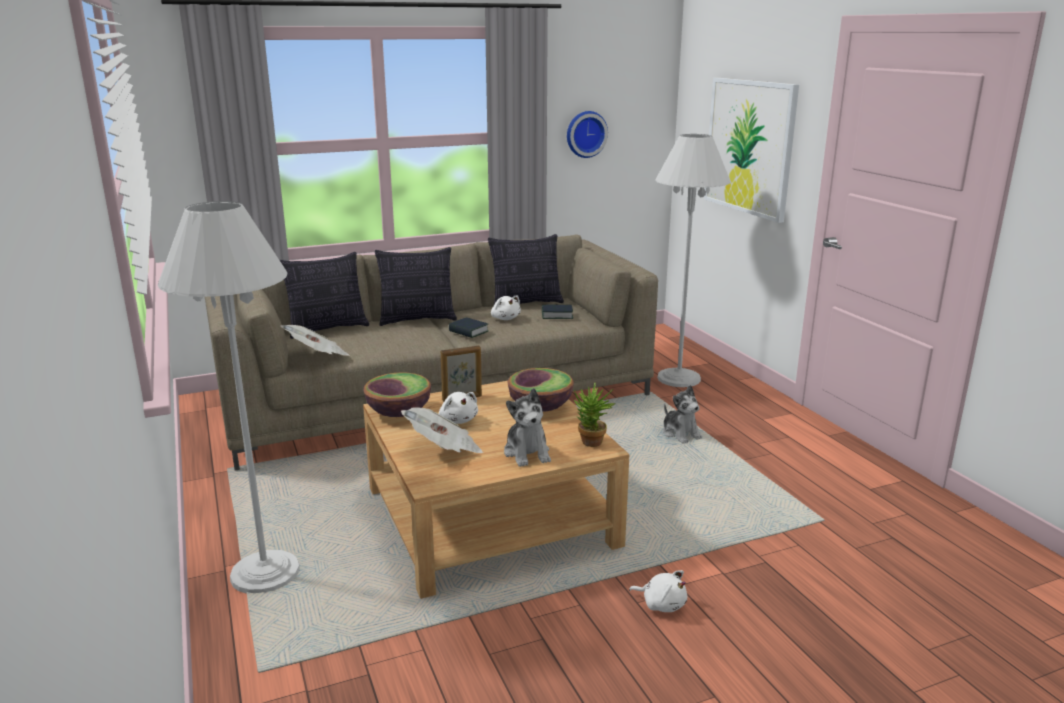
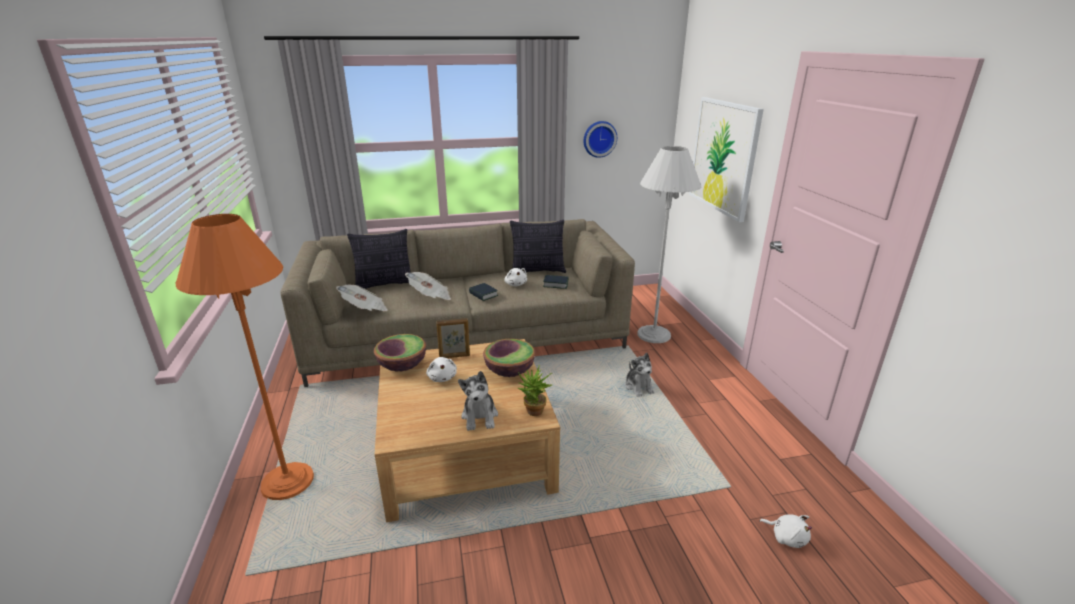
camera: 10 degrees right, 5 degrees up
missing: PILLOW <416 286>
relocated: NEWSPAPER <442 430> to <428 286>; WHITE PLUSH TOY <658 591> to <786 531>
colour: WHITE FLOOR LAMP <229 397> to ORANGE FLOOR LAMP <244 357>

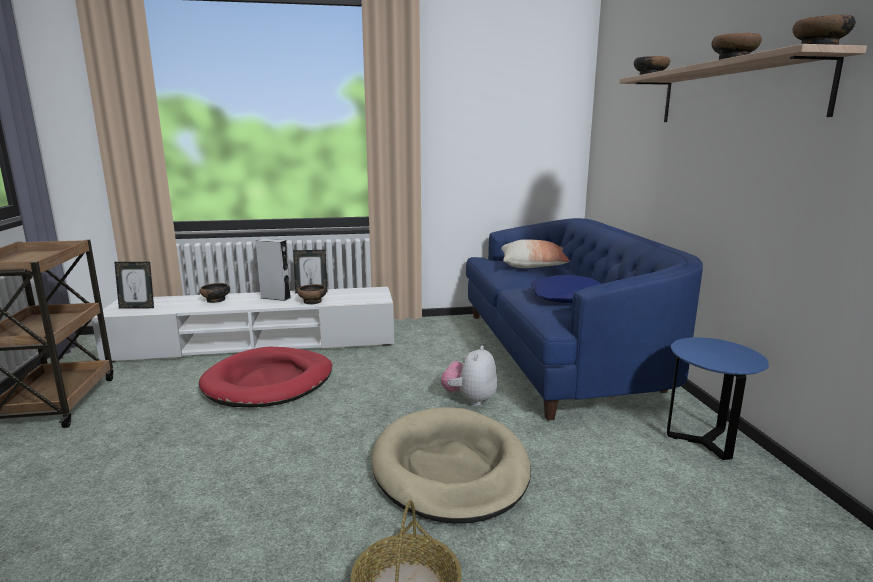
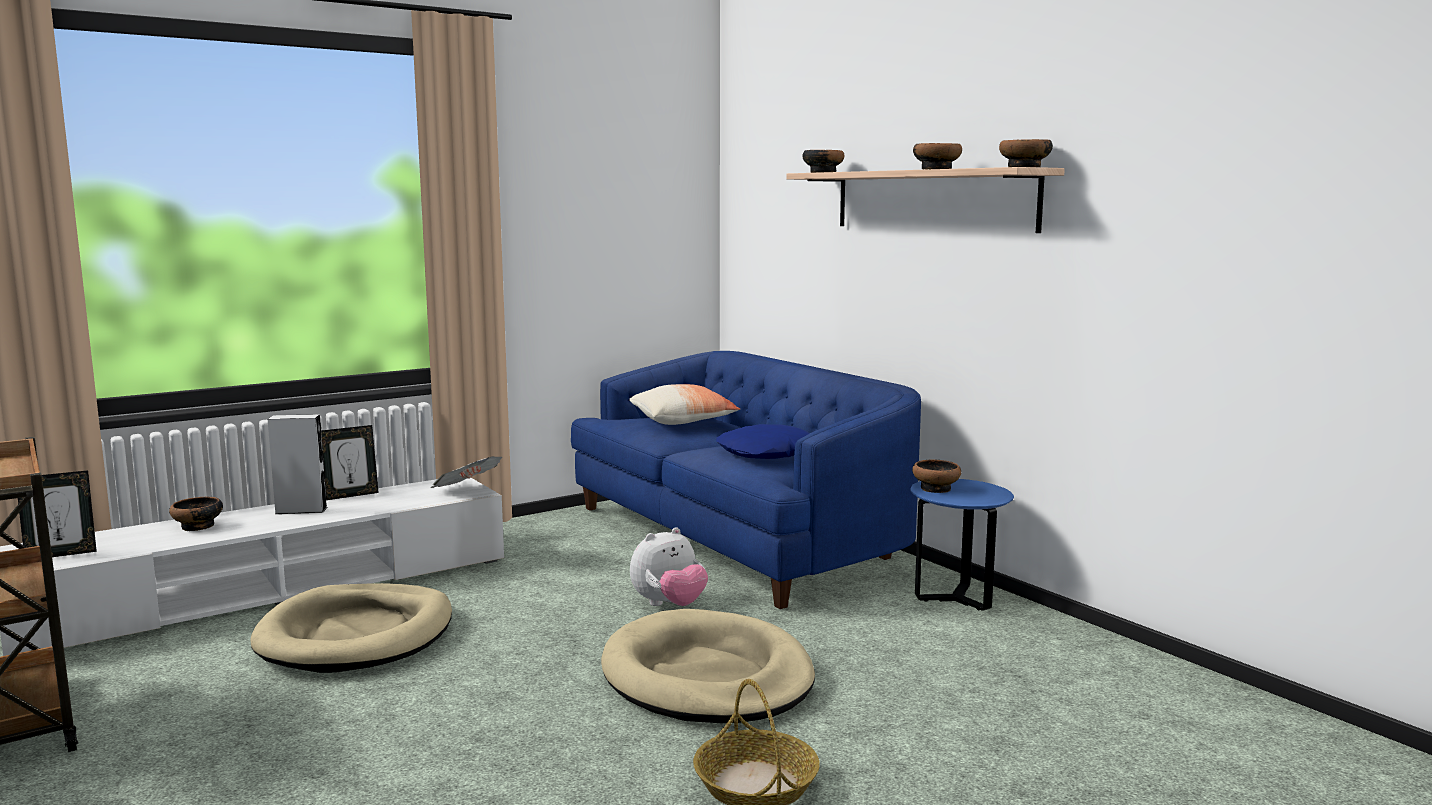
camera: 25 degrees left, 5 degrees down
appeared: NEWSPAPER <466 472>
relocated: BOWL <312 294> to <936 476>
colour: RED DOG BED <265 377> to BEIGE DOG BED <351 628>
spun: PLUSH TOY <469 376> = <669 566> 120 degrees counterclockwise

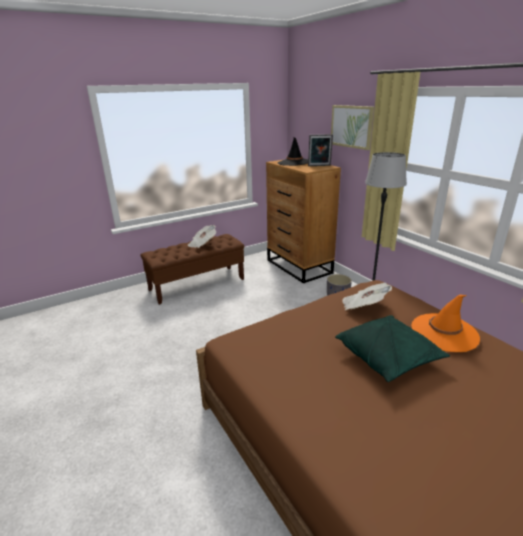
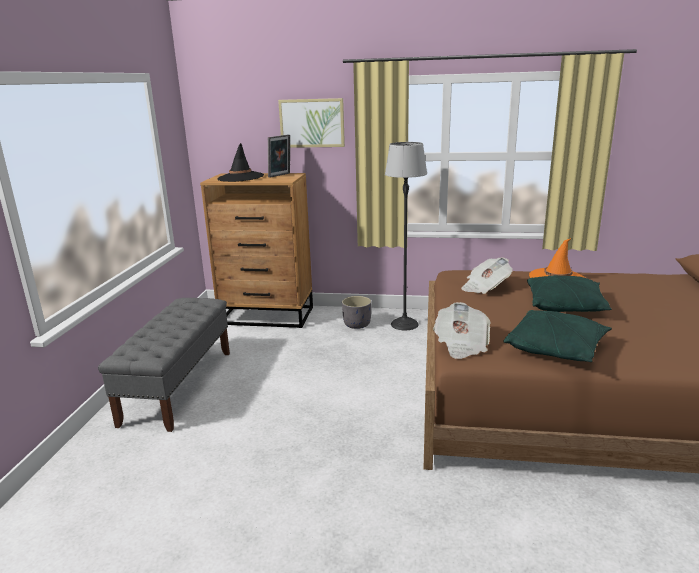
camera: 50 degrees left, 5 degrees down
appeared: GREEN PILLOW <557 336>
relocated: NEWSPAPER <202 236> to <462 330>
colour: BROWN BENCH <192 269> to GREY BENCH <164 365>

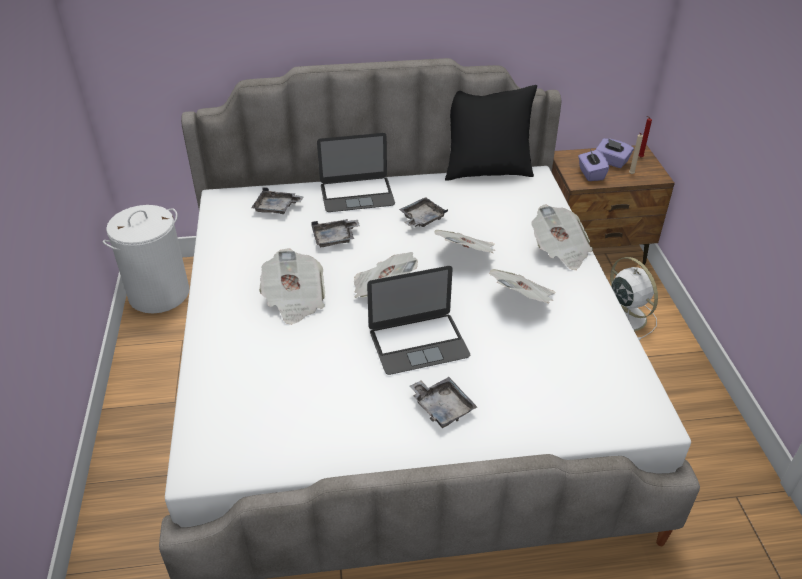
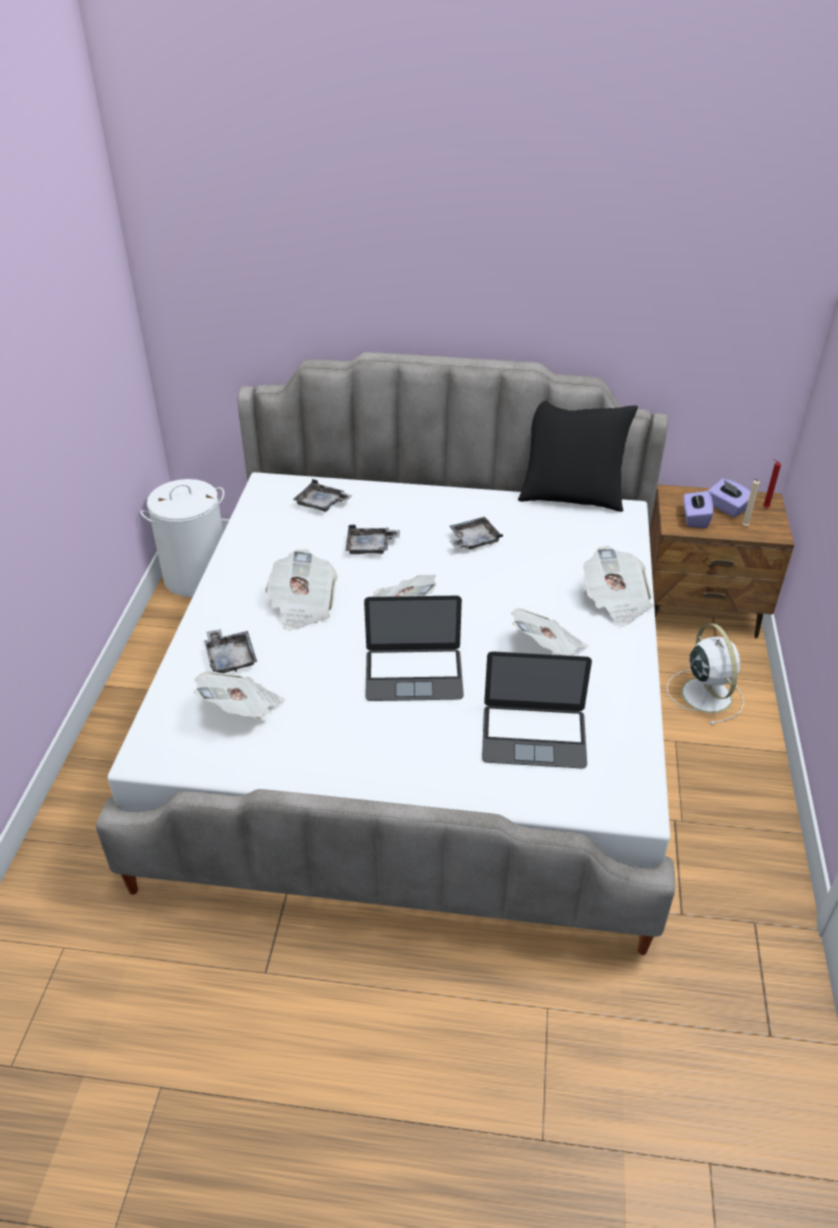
camera: 15 degrees right, 0 degrees up
relocated: LAPTOP <356 172> to <537 709>; NEWSPAPER <464 241> to <239 695>; GREY TRAY <443 402> to <230 651>

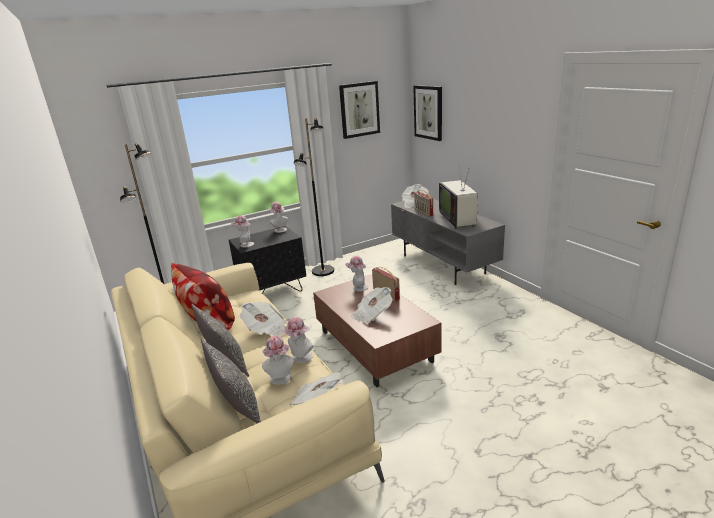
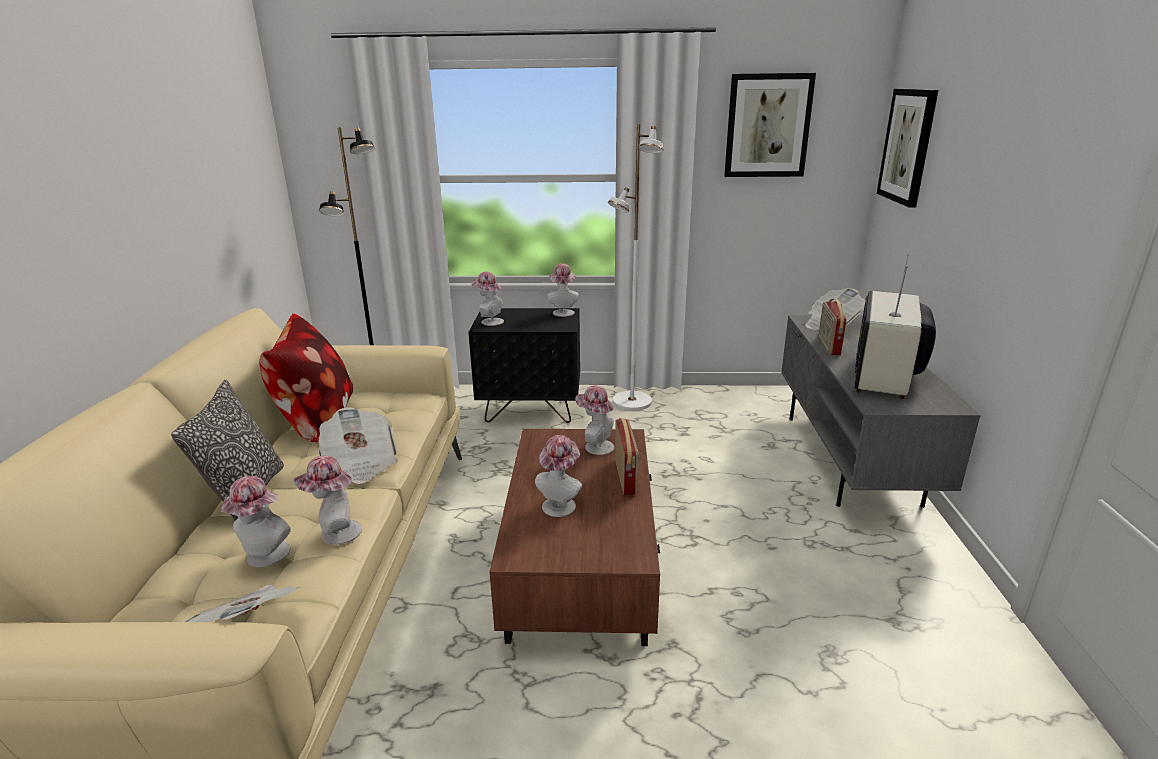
camera: 30 degrees right, 0 degrees up
missing: PILLOW <231 381>
exchanged: NEWSPAPER <372 305> to HAT <558 476>
colour: BLACK FLOOR LAMP <314 197> to WHITE FLOOR LAMP <635 267>

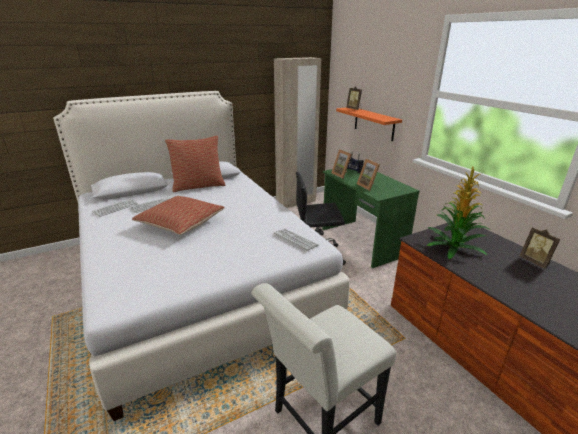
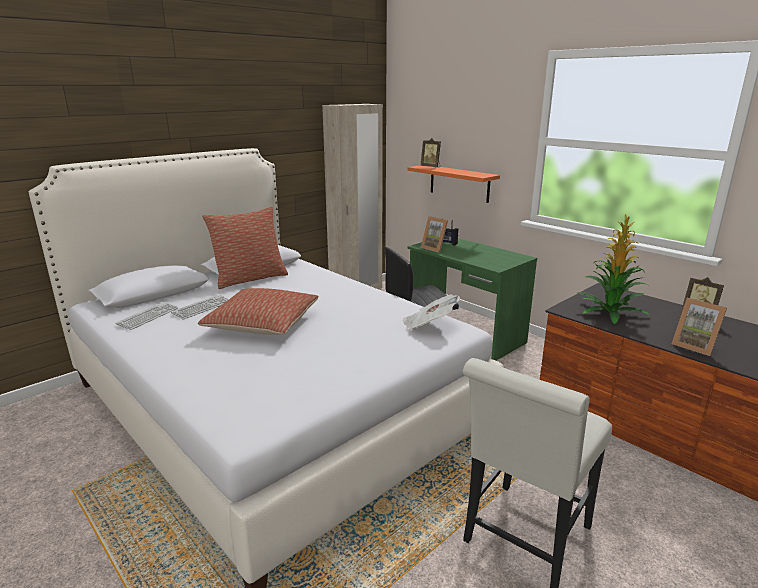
camera: 15 degrees left, 5 degrees down
relocated: PICTURE FRAME <368 175> to <699 327>
exchanged: KEYBOARD <296 239> to NEWSPAPER <431 312>

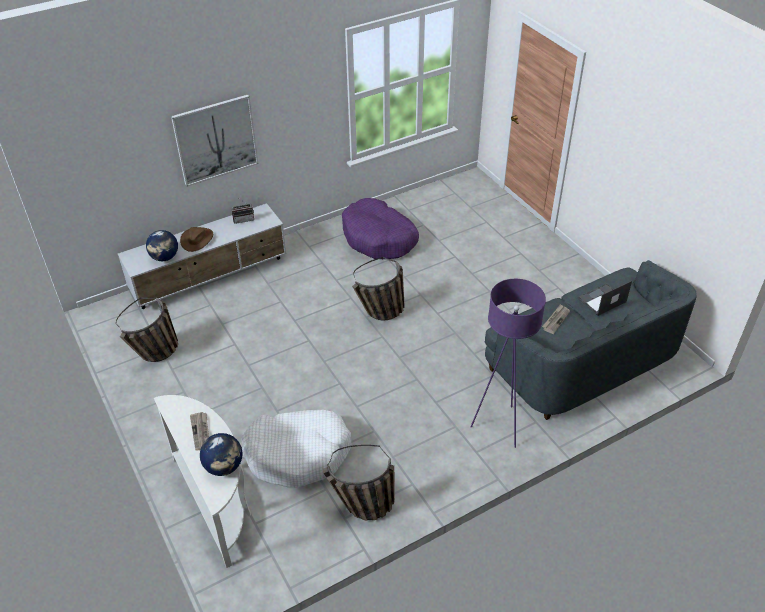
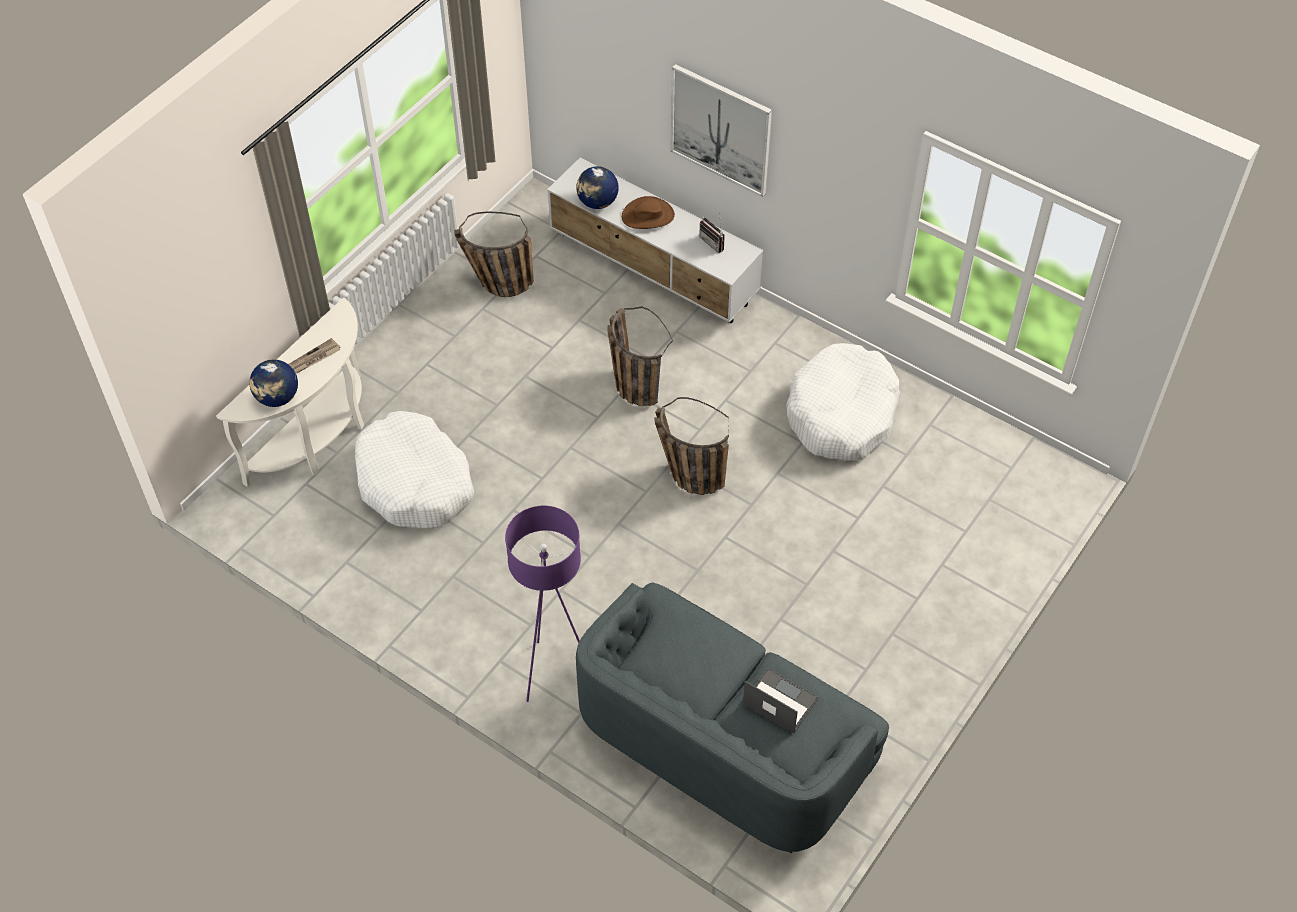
camera: 65 degrees right, 10 degrees up
missing: NEWSPAPER <556 319>
relocated: BASKET <359 483> to <640 356>
colour: PURPLE DOG BED <380 228> to WHITE DOG BED <843 402>

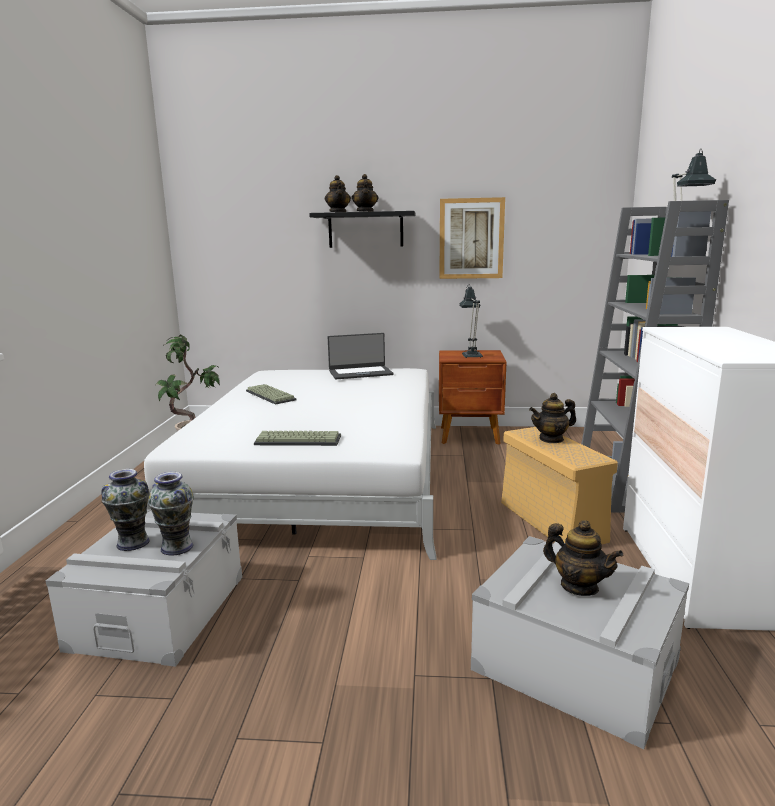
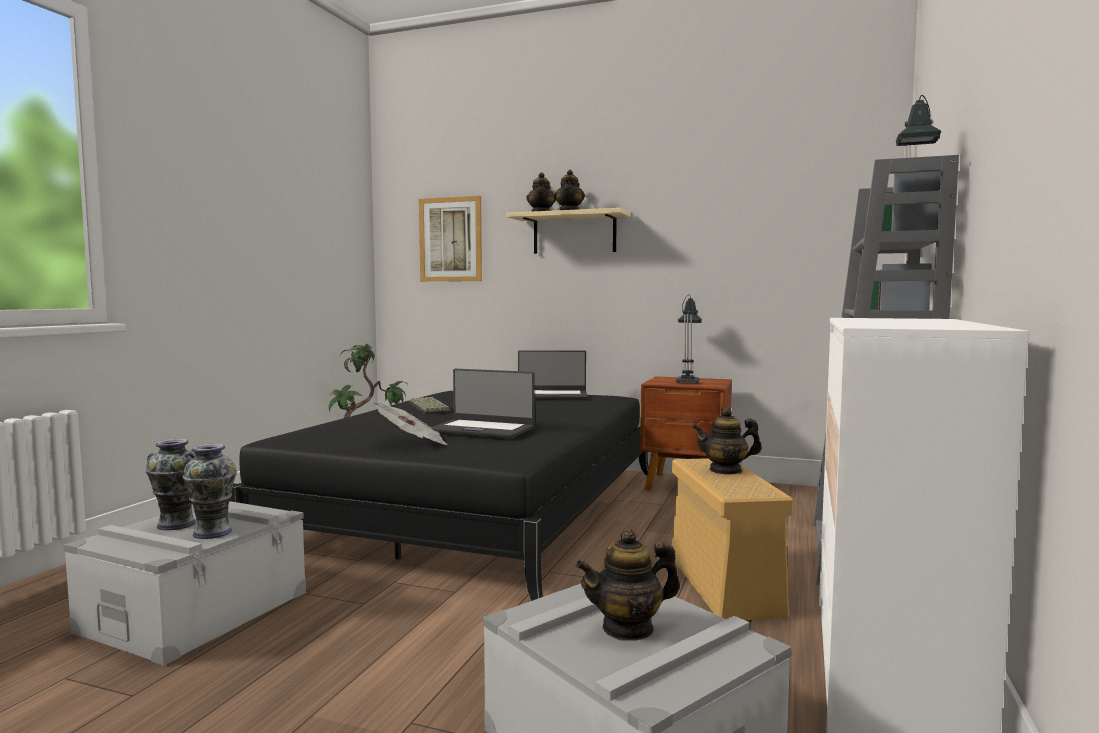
camera: 15 degrees right, 10 degrees down
appeared: LAPTOP <483 403>
relocated: PICTURE <472 238> to <450 239>
exchanged: KEYBOARD <297 438> to NEWSPAPER <409 423>
colour: BLACK SHELF <362 229> to BEIGE SHELF <569 231>; WHITE BED <290 464> to BLACK BED <439 496>
spun: TEAPOT <583 558> = <628 585> 105 degrees clockwise

